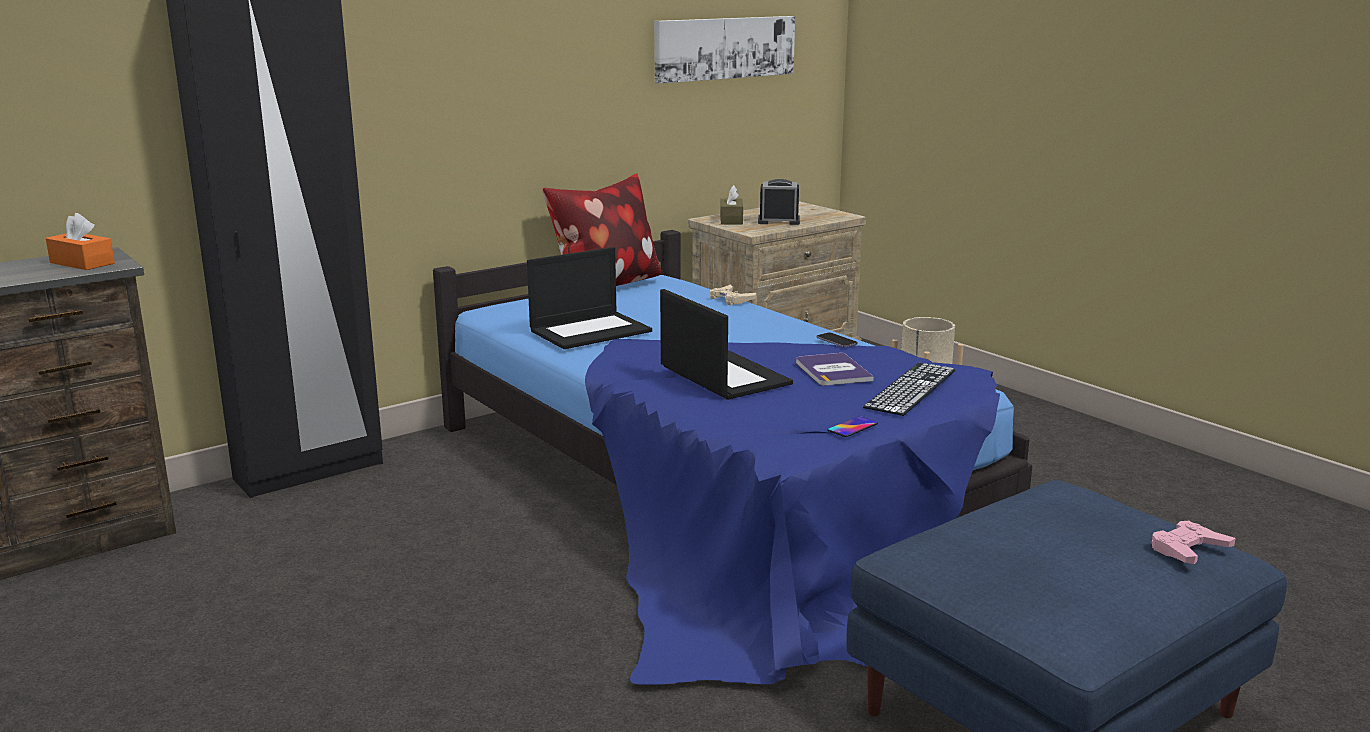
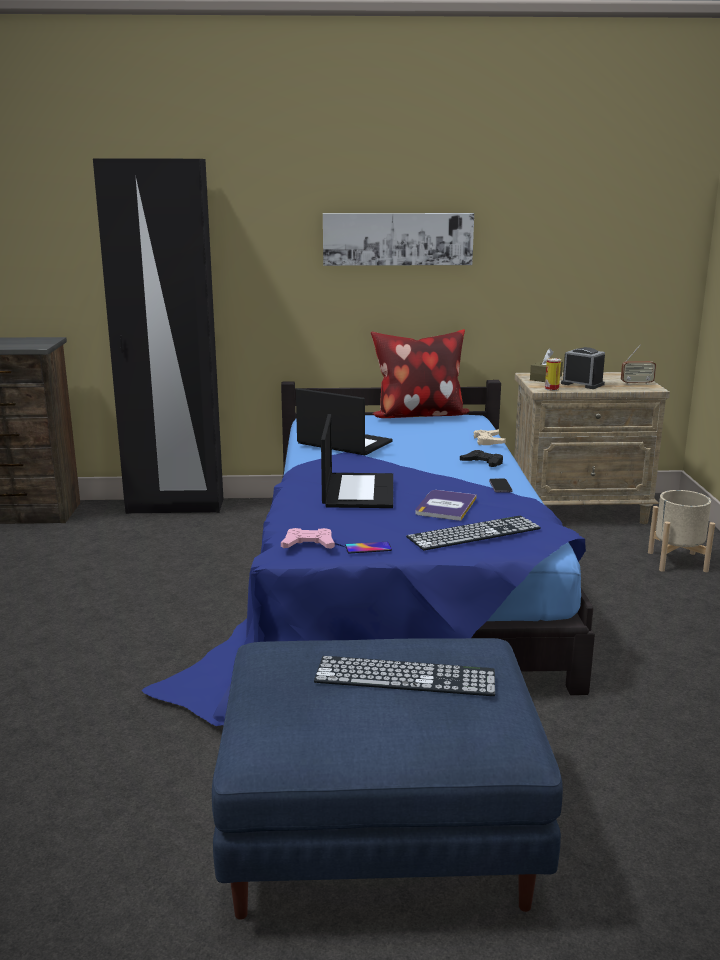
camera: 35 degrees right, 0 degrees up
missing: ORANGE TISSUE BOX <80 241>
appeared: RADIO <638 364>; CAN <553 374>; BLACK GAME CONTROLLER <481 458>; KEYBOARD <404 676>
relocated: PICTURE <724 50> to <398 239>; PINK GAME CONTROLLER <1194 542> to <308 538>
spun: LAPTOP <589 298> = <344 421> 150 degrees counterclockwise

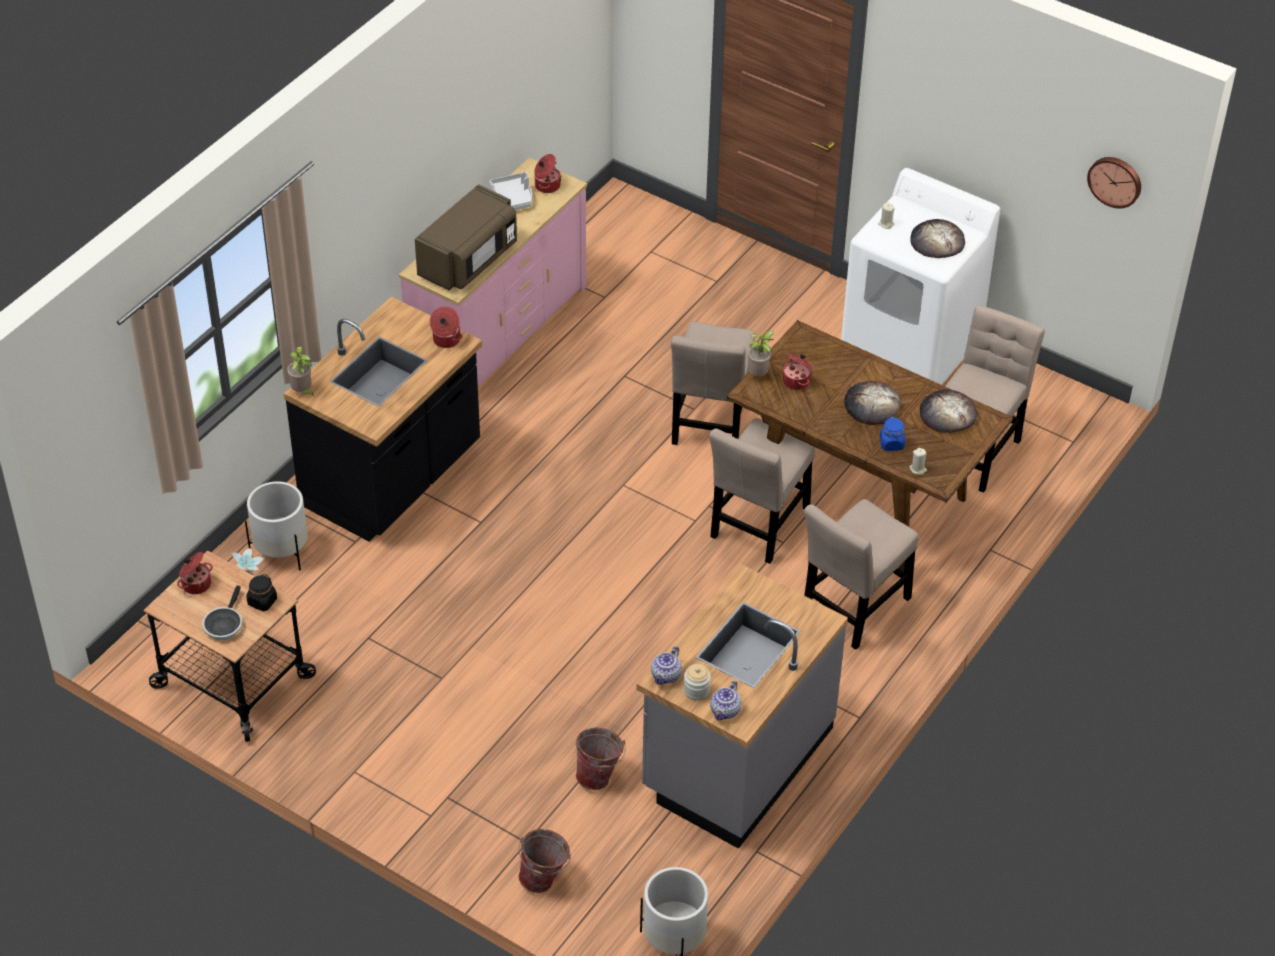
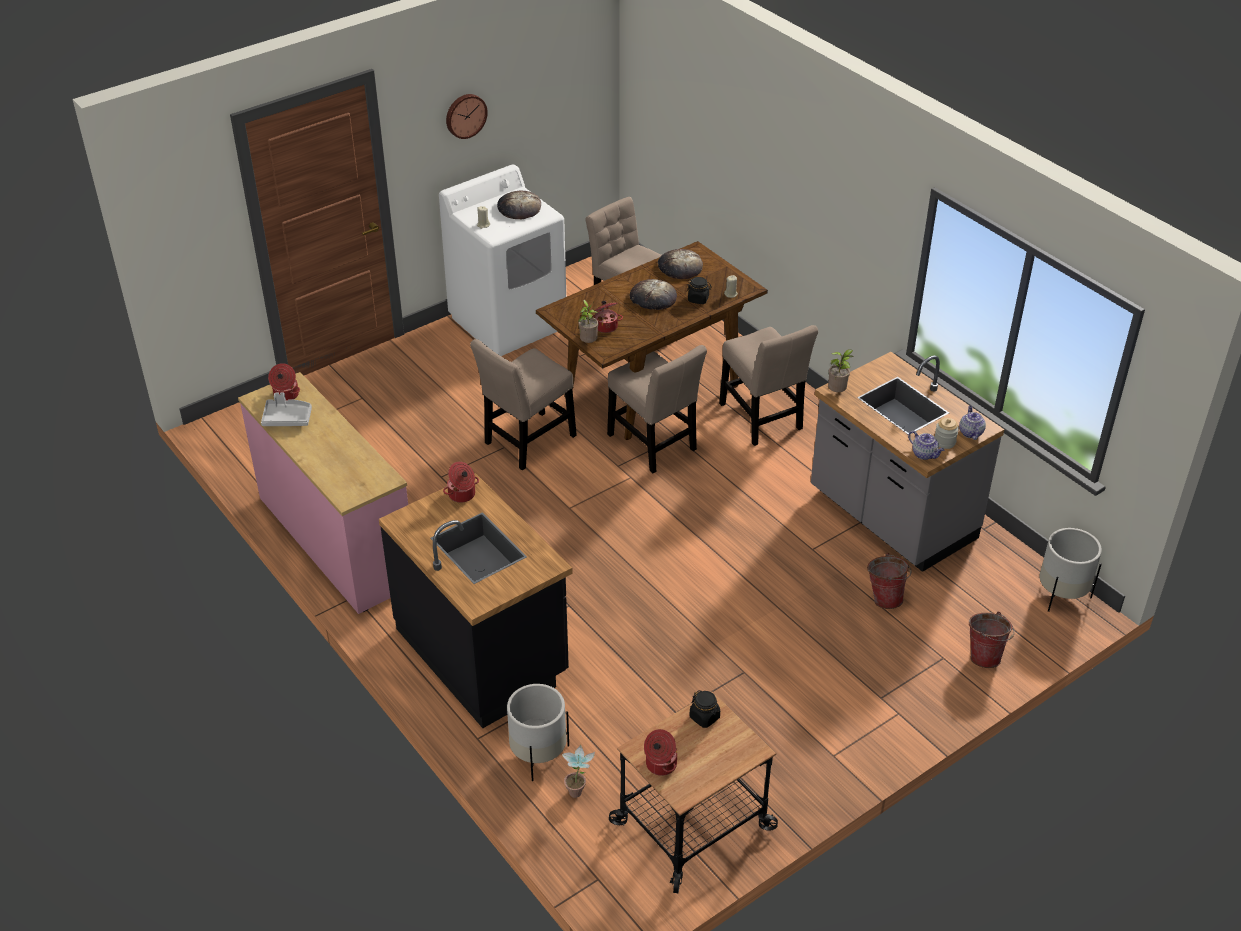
camera: 70 degrees left, 5 degrees down
missing: BROWN MICROWAVE <466 237>; FRYING PAN <222 612>
relocated: WALL CLOCK <1114 182> to <467 116>; POTTED PLANT <300 371> to <840 370>
colour: BLUE JAR <892 434> to BLACK JAR <699 290>
spun: BEIGE CHAIR <713 383> = <523 404> 105 degrees clockwise; TEAPOT <725 700> = <972 423> 135 degrees counterclockwise

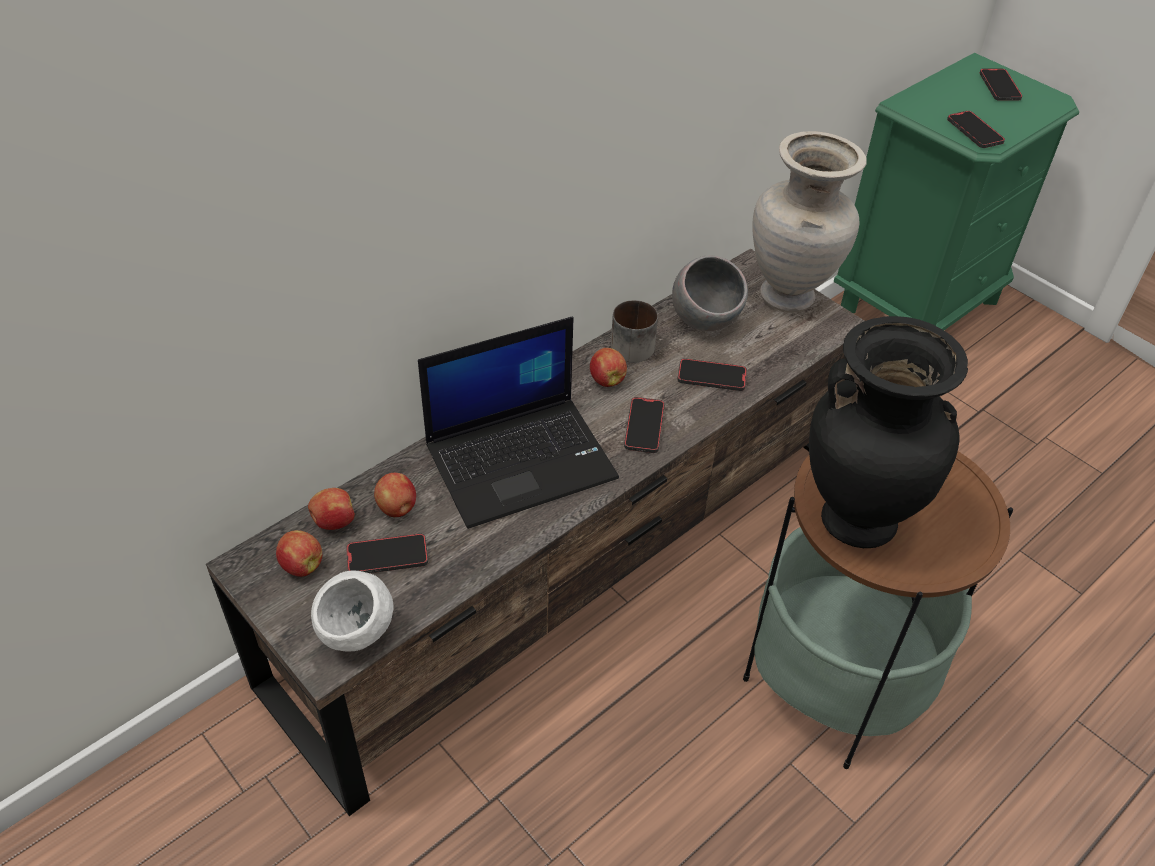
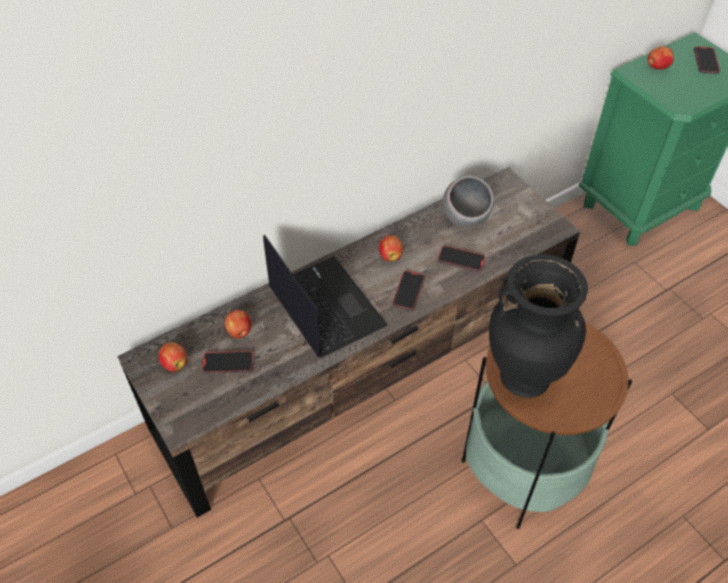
camera: 10 degrees right, 5 degrees up
missing: PHONE <976 129>; BEIGE VASE <809 222>; MUG <634 331>; WHITE BOWL <352 611>
relocated: APPLE <331 509> to <661 58>
spun: LAPTOP <518 423> = <325 296> 105 degrees counterclockwise

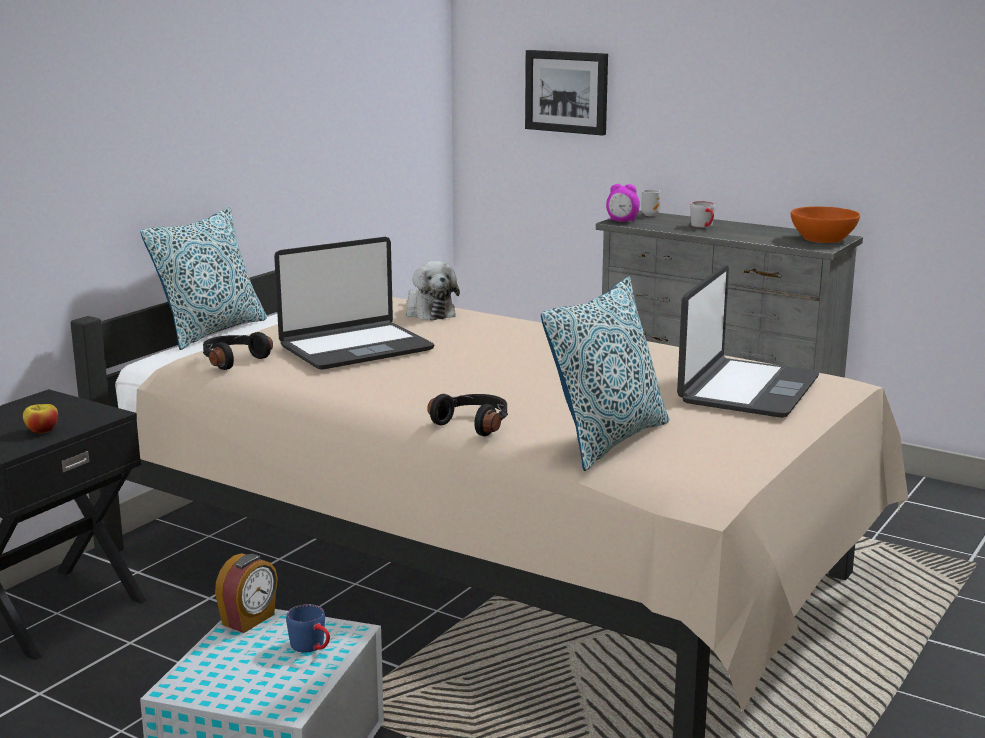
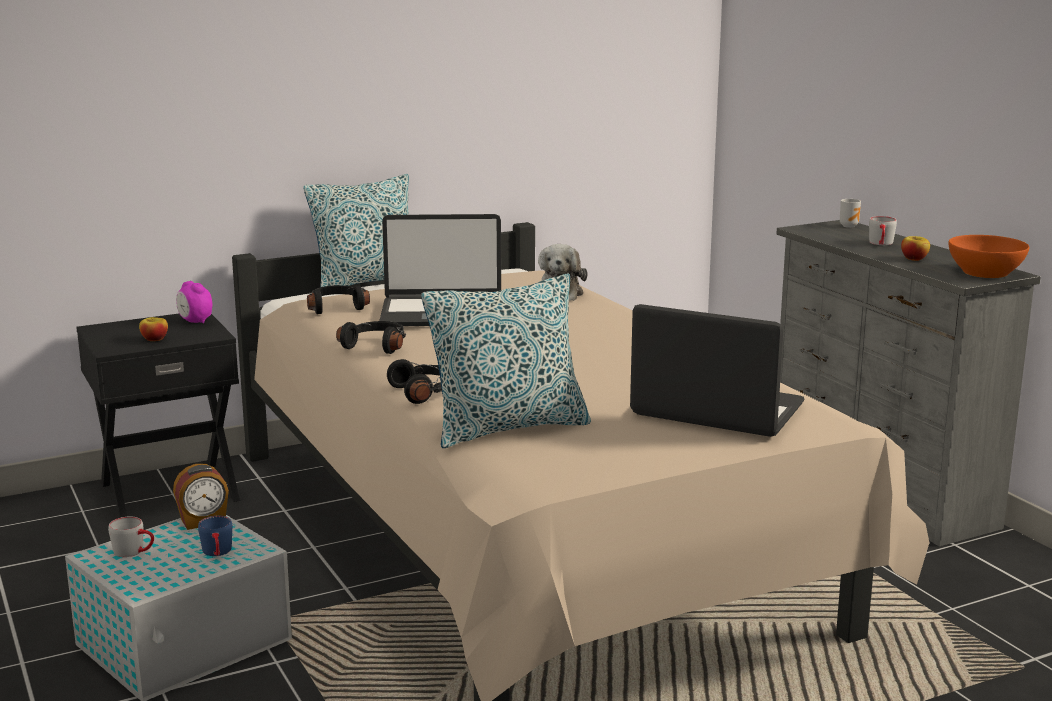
camera: 30 degrees right, 0 degrees up
missing: PICTURE <566 93>
appeared: APPLE <915 248>; BLACK HEADPHONES <371 337>; GREY MUG <131 537>
relocated: ALARM CLOCK <623 203> to <194 302>
spun: LAPTOP <748 341> = <717 370> 120 degrees counterclockwise

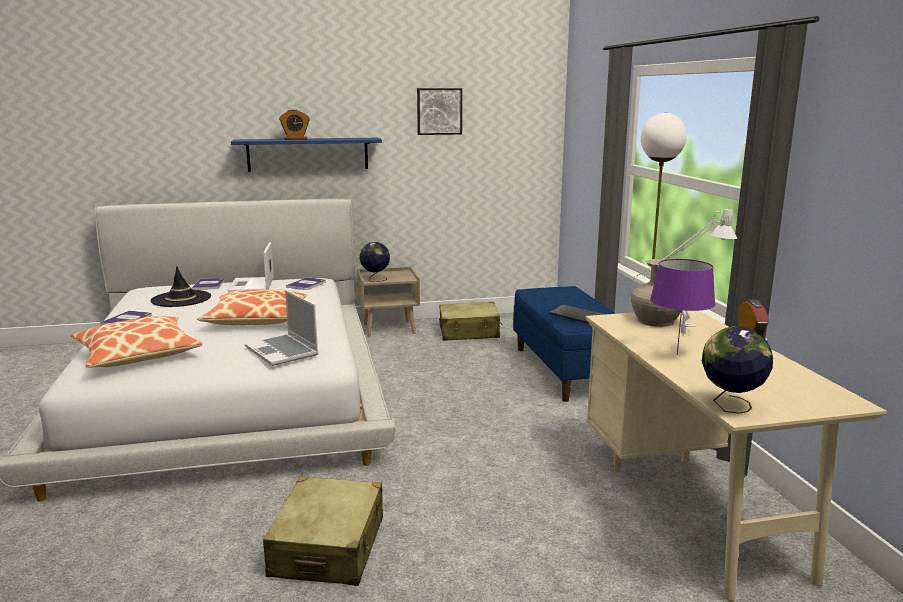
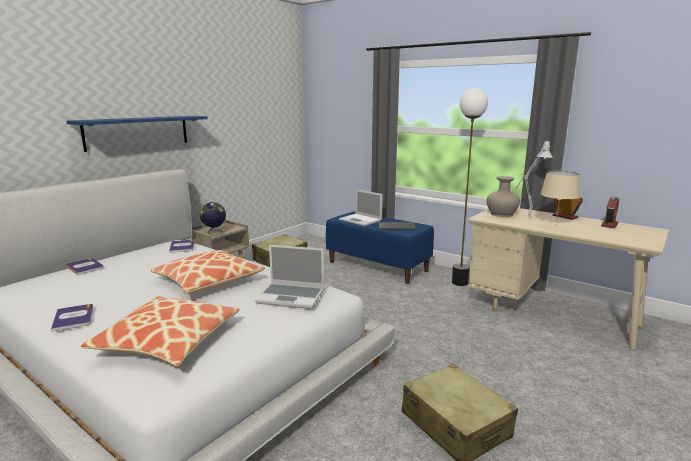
camera: 40 degrees left, 0 degrees up
missing: PICTURE <439 111>; BLACK HAT <181 286>; GLOBE <737 370>
relocated: ALARM CLOCK <294 124> to <610 212>; LAPTOP <250 267> to <361 207>
colour: PURPLE TABLE LAMP <682 307> to BEIGE TABLE LAMP <560 197>

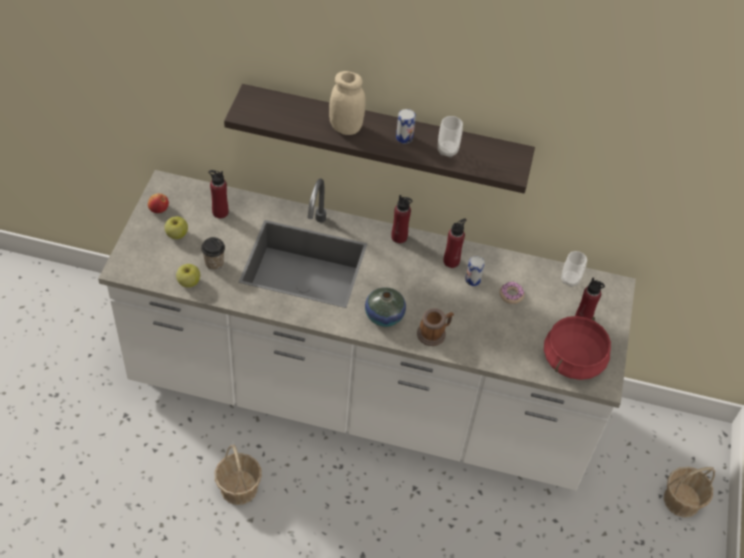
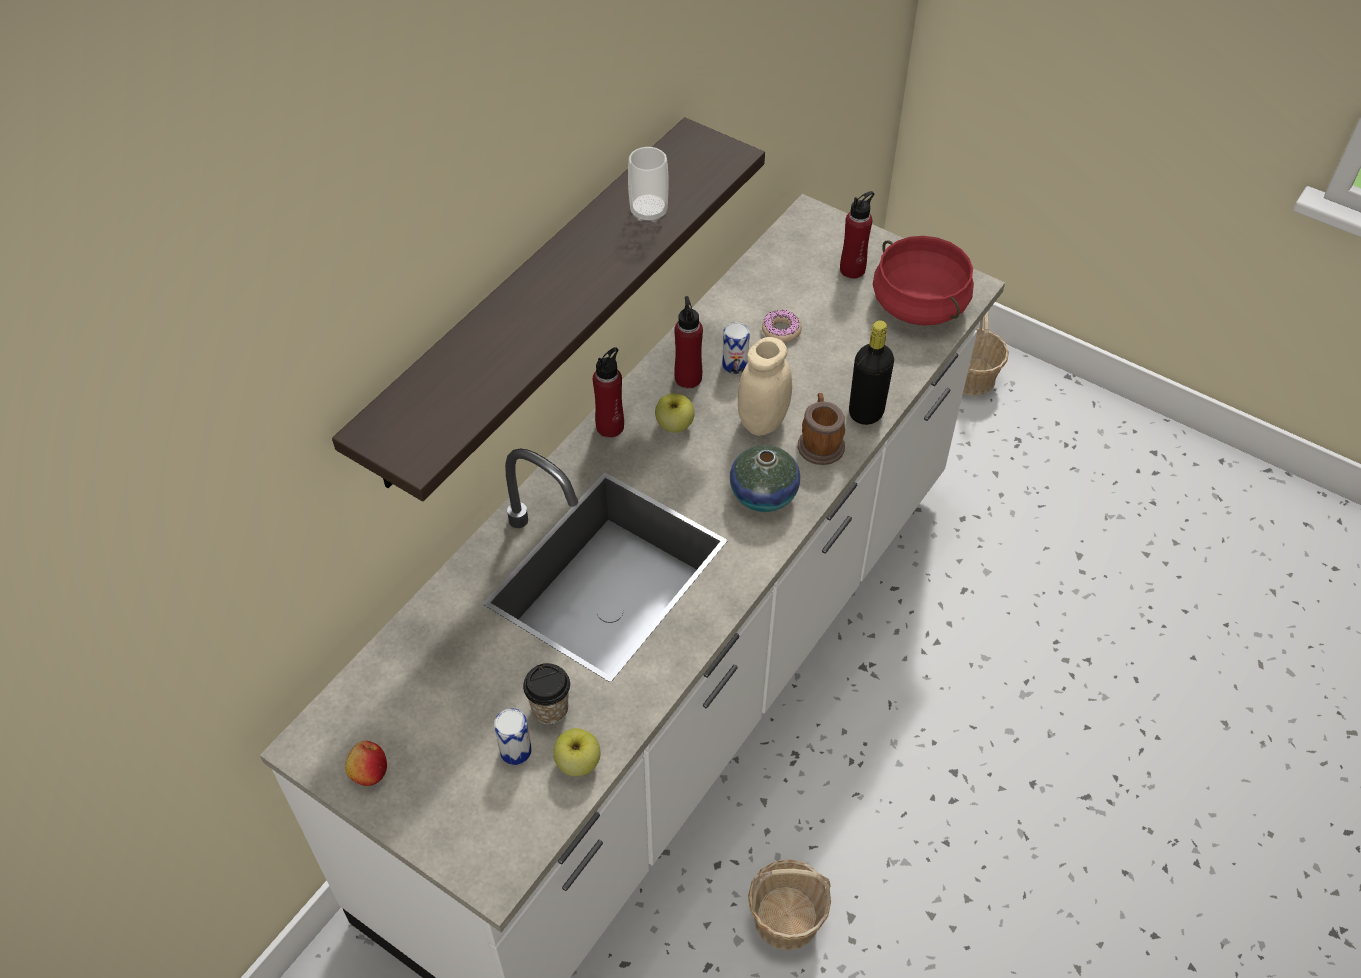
camera: 65 degrees left, 0 degrees up
missing: RED BOTTLE <219 194>; CUP <574 269>
appeared: BLACK BOTTLE <871 372>
relocated: BEIGE JAR <347 103> to <765 386>; CAN <406 126> to <513 736>; APPLE <176 227> to <674 413>

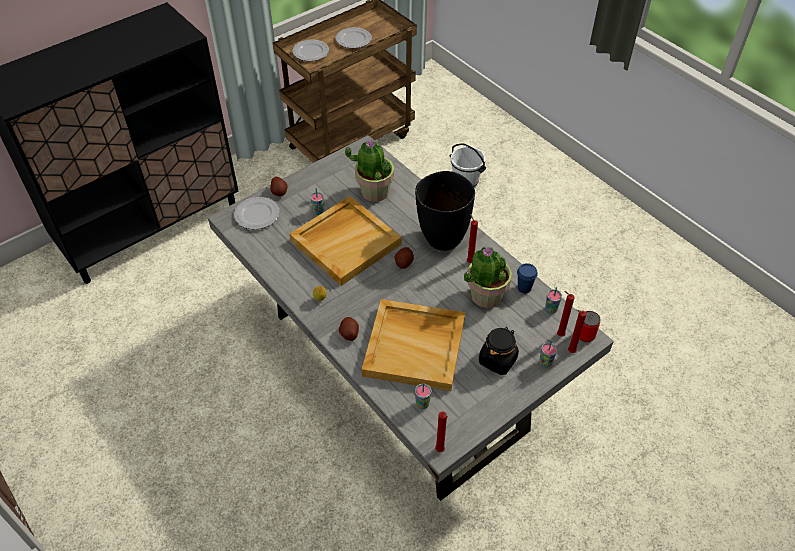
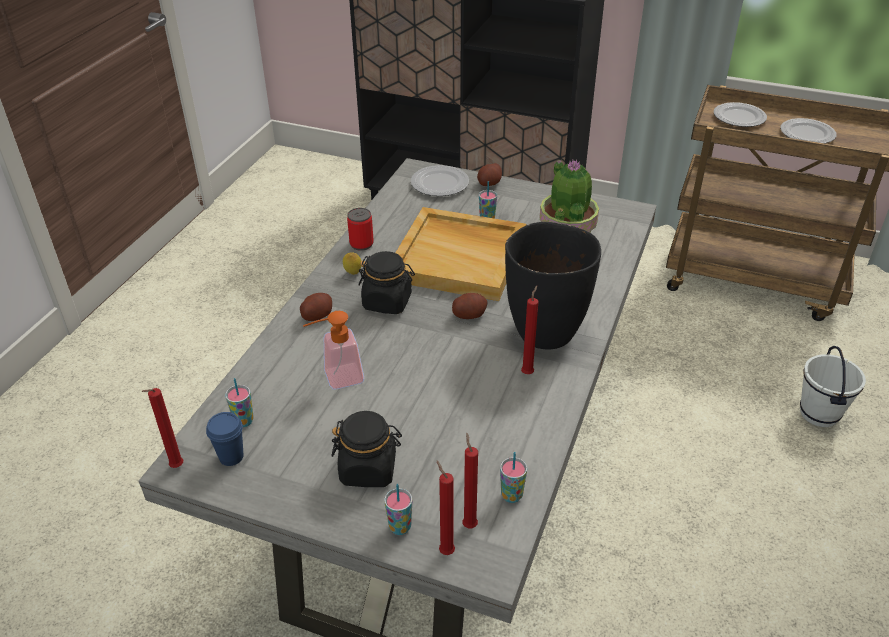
camera: 60 degrees right, 10 degrees down
missing: POTTED PLANT <488 277>
appeared: BLACK JAR <386 282>
relocated: BLUE CUP <527 278> to <225 439>; CAN <589 326> to <360 229>
exchanged: BEIGE TRAY <413 345> to SOAP DISPENSER <333 350>

